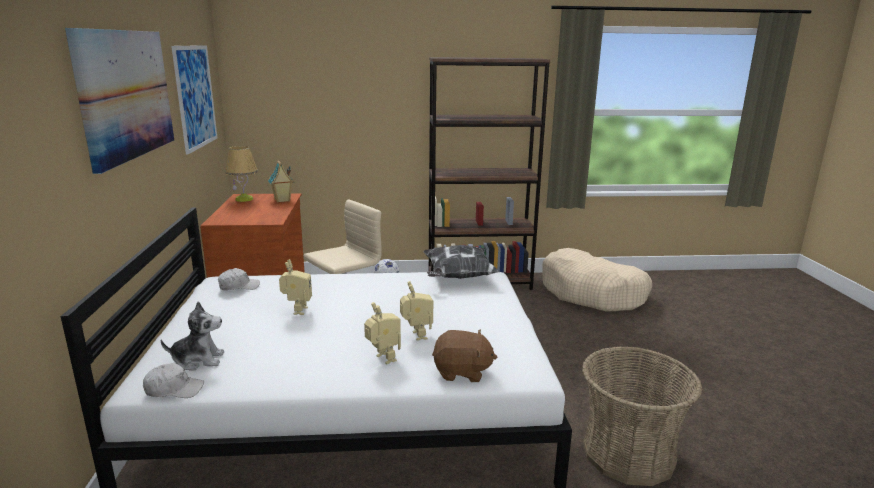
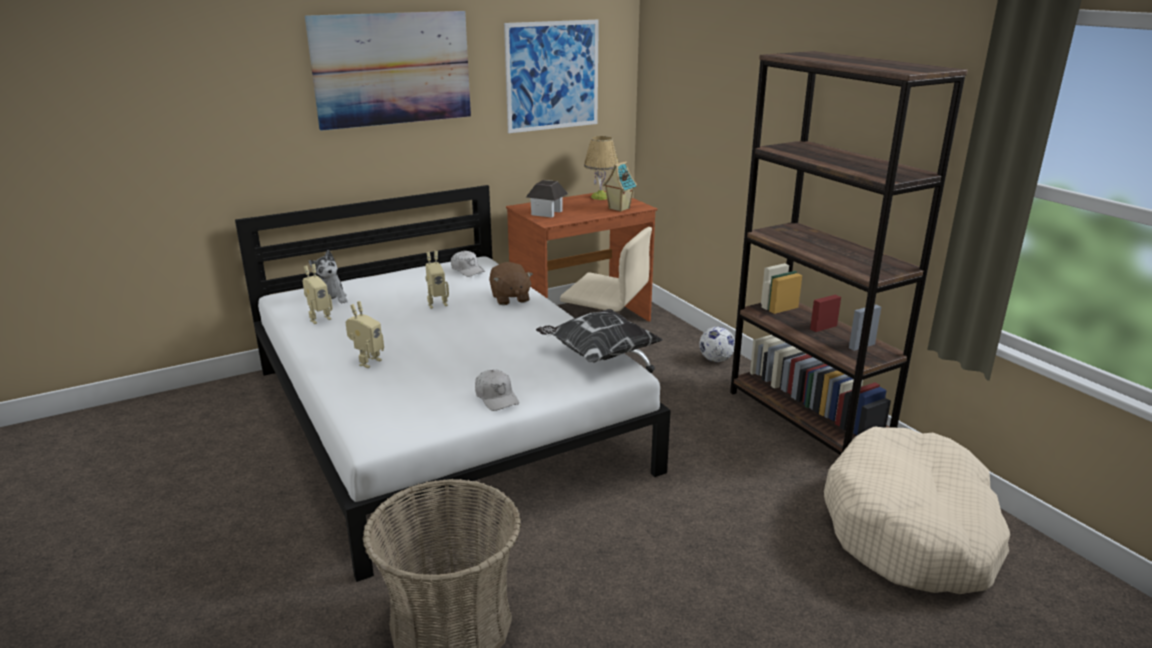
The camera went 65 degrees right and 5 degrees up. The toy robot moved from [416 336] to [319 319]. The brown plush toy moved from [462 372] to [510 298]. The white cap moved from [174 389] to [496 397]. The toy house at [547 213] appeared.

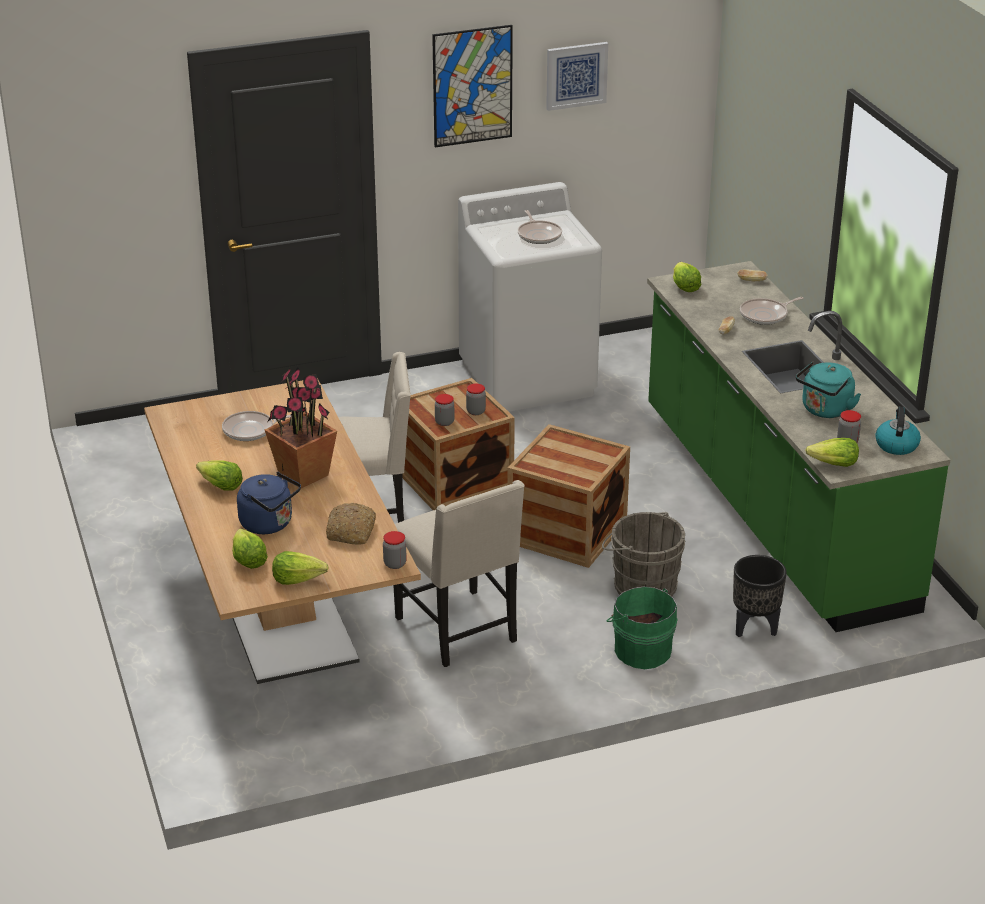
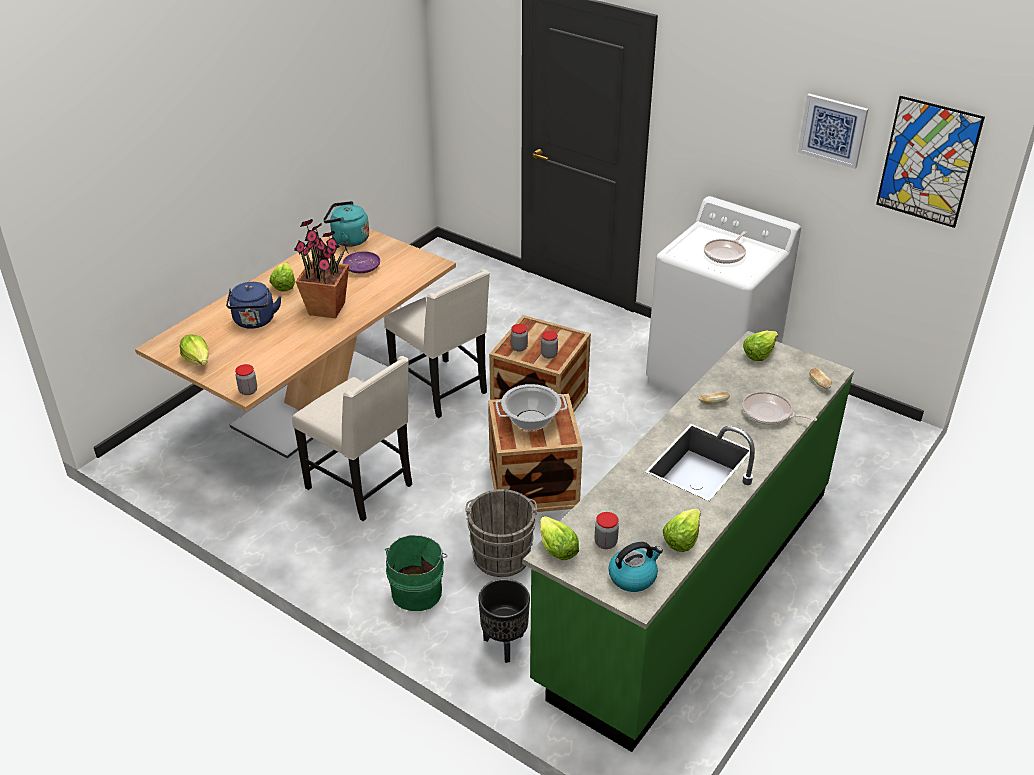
The camera went 55 degrees right and 5 degrees up. The picture moved from [472 86] to [928 162]. The turquoise kettle moved from [825 410] to [348 240]. The frying pan at [251 430] was replaced by the purple plate at [362 267]. The beige chair at [459 630] turned 75 degrees counterclockwise. The bread at [351 531] disappeared. The lettuce moved from [248 559] to [681 539]. The cooking pot at [530 421] appeared.

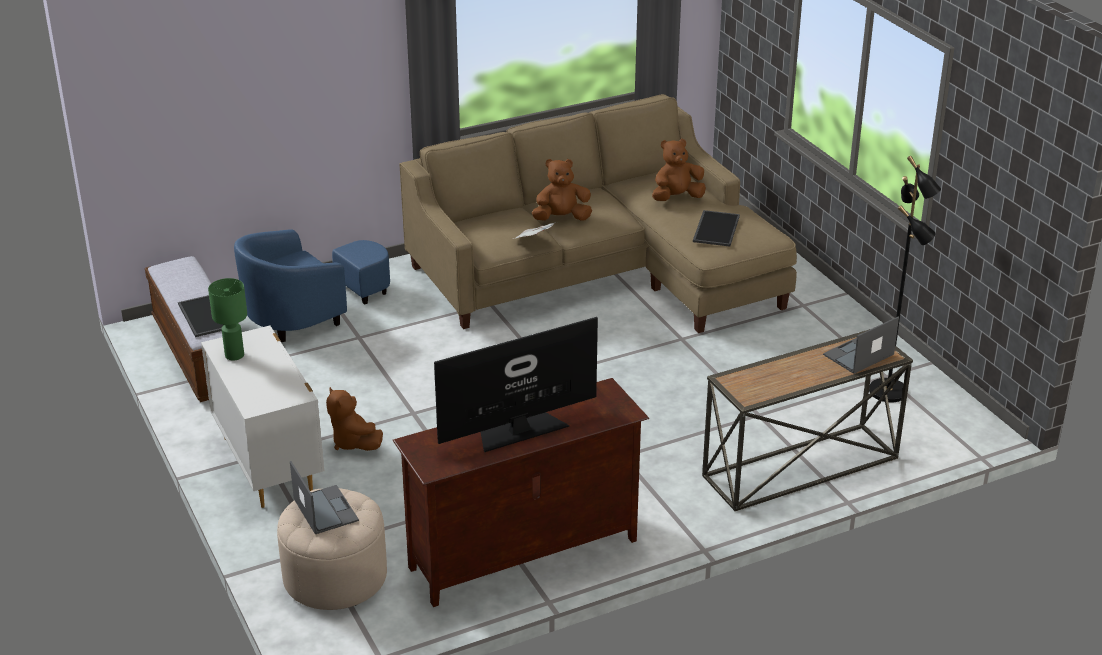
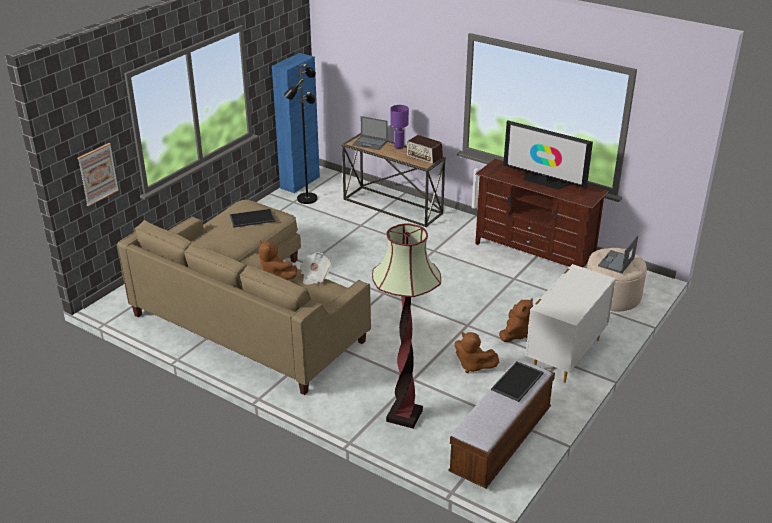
The camera went 120 degrees left and 0 degrees up. The brown plush toy moved from [676 198] to [473 366]. The blue armchair at [309 312] was replaced by the floor lamp at [404 416]. The green table lamp at [234 356] disappeared. The blue cabinet at [300 183] appeared. The purple table lamp at [399 146] appeared. The radio at [424 157] appeared. The picture at [97 174] appeared.

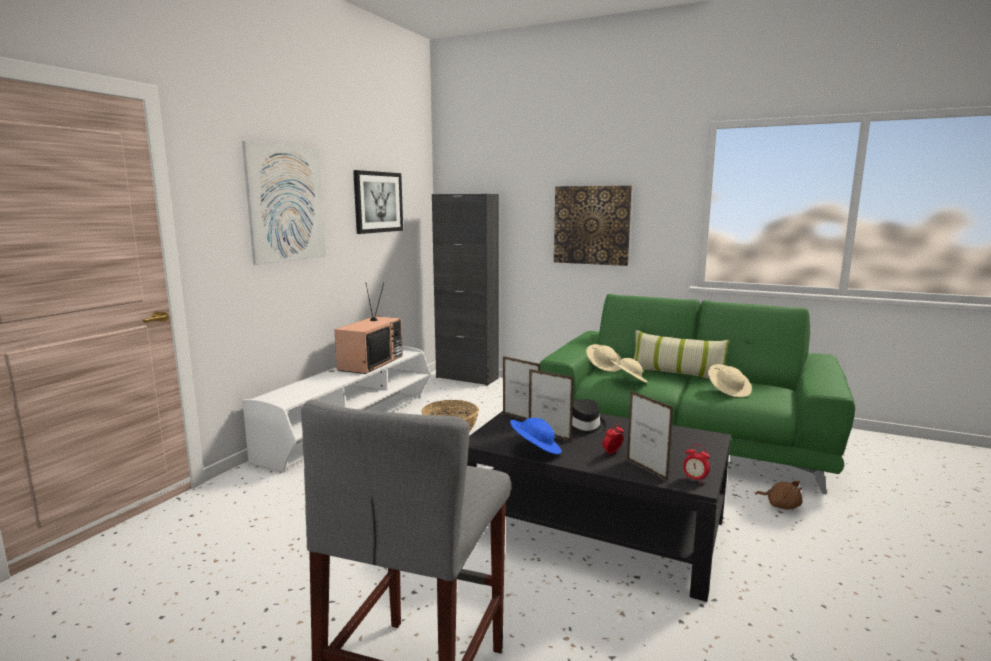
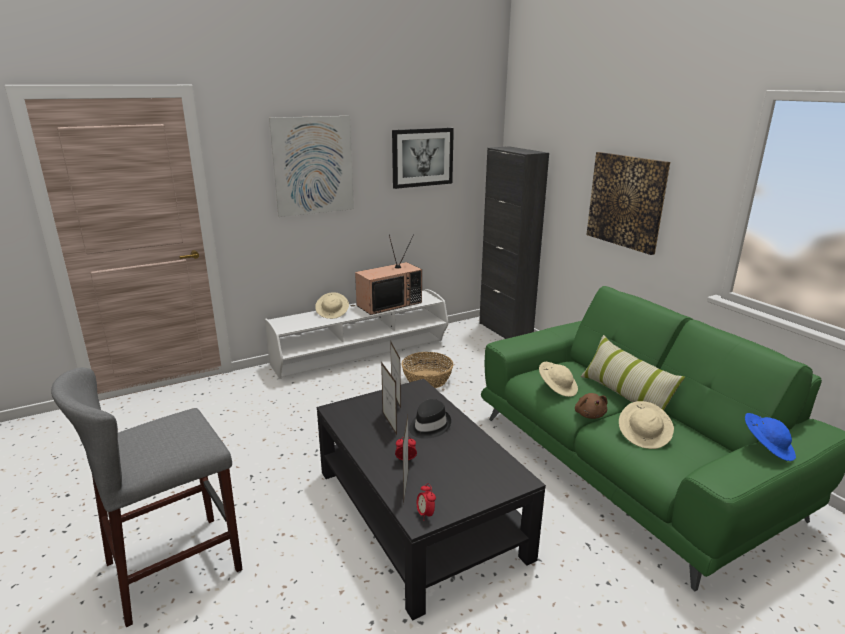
The camera went 35 degrees right and 10 degrees up. The beige hat moved from [604 367] to [332 313]. The blue hat moved from [535 449] to [766 447]. The brown plush toy moved from [781 505] to [589 414].

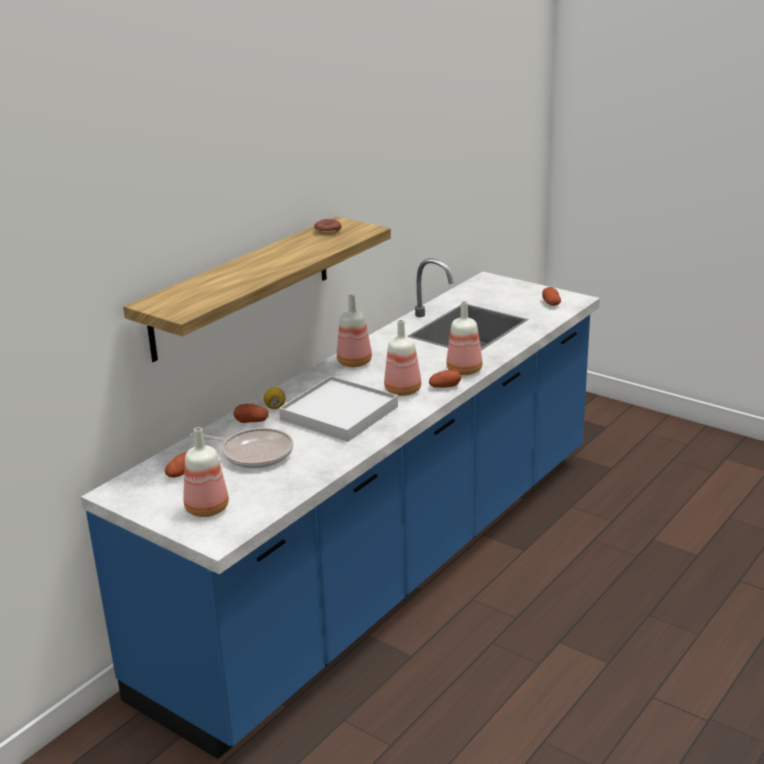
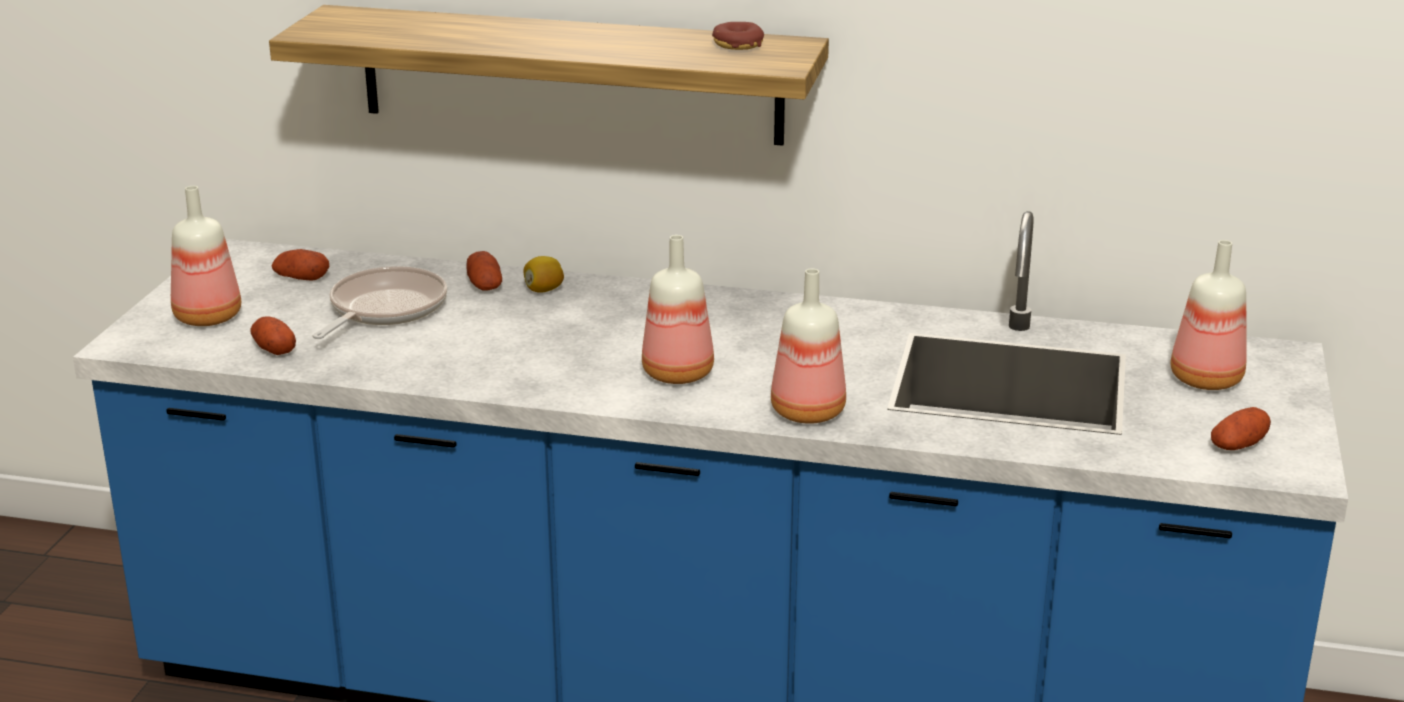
The camera went 65 degrees right and 0 degrees up. The bottle moved from [355 362] to [1206 381]. The potato moved from [445 387] to [274 349]. The white tray at [339 413] disappeared. The frying pan at [253 453] turned 150 degrees counterclockwise.

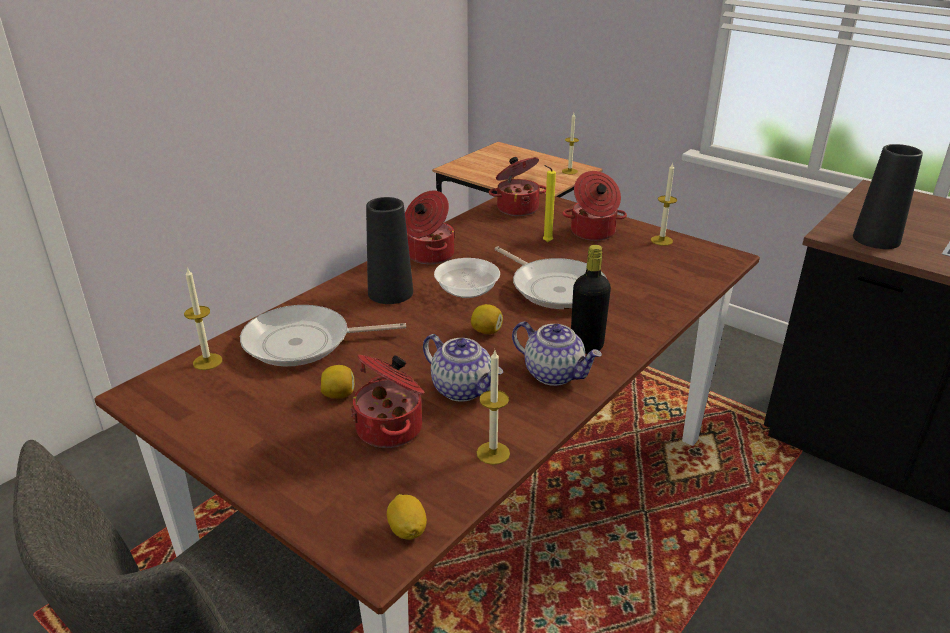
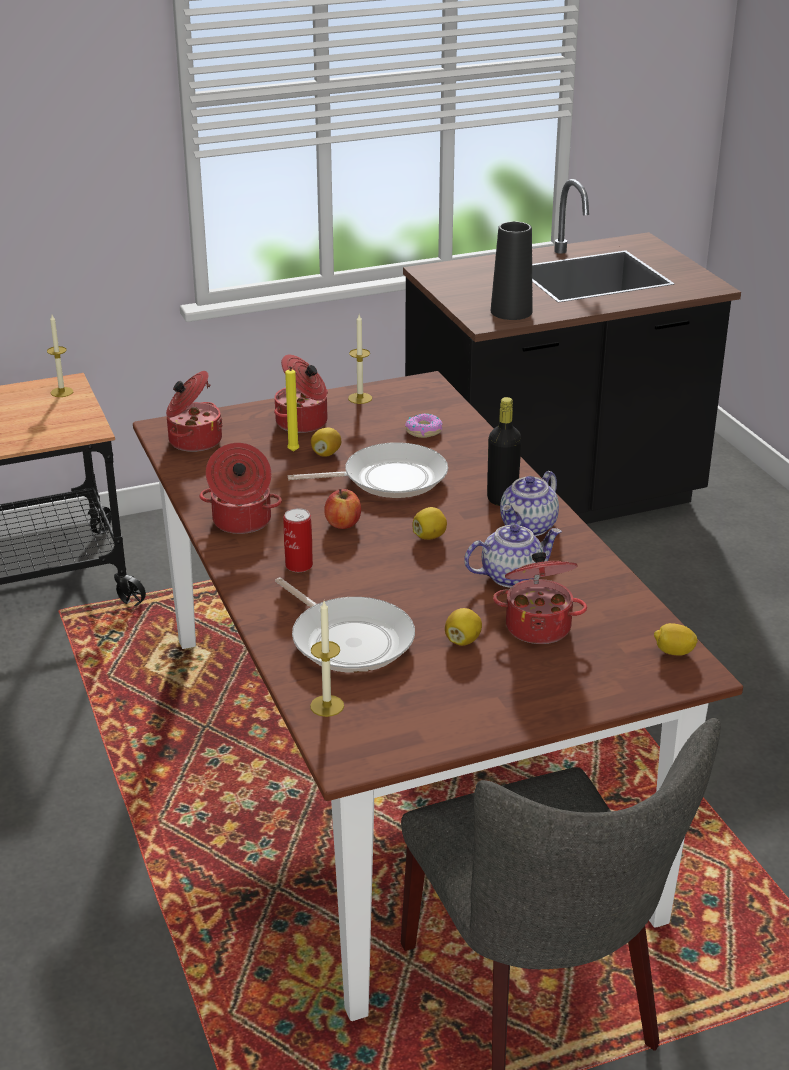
The camera went 60 degrees left and 0 degrees up. The black vase at [390 292] was replaced by the can at [299 565]. The bowl at [466 291] was replaced by the apple at [343 523]. The frying pan at [304 343] turned 60 degrees counterclockwise. The teapot at [554 374] turned 150 degrees clockwise. The candle at [493 453] disappeared. The donut at [423 431] appeared. The lemon at [326 454] appeared.

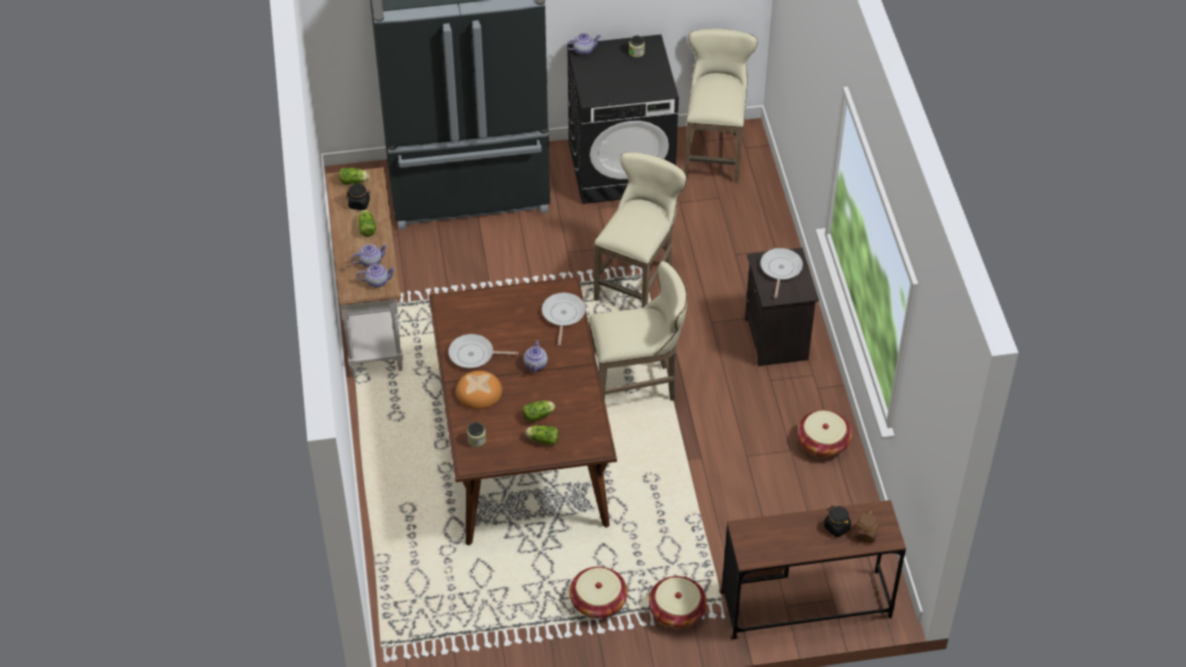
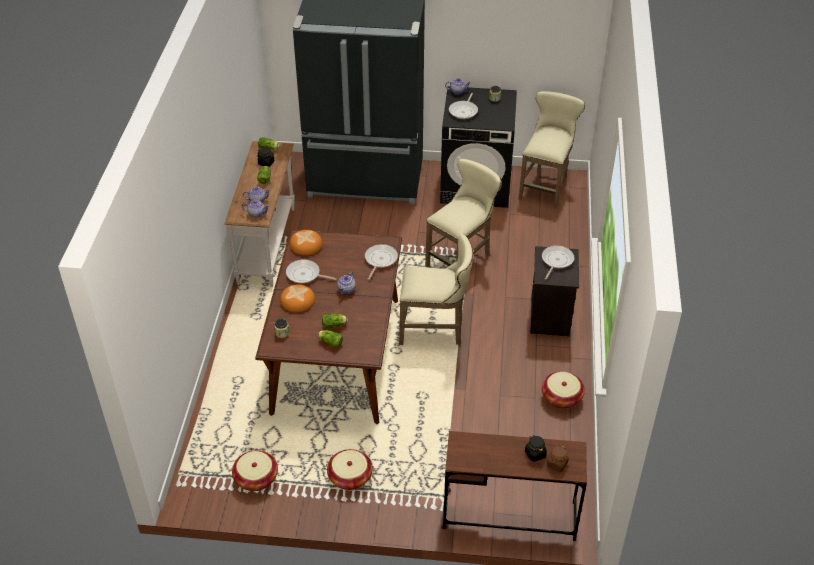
The camera went 15 degrees right and 5 degrees down. The basket moved from [677 611] to [256 478]. The frying pan at [464 111] appeared. The bread at [306 245] appeared.

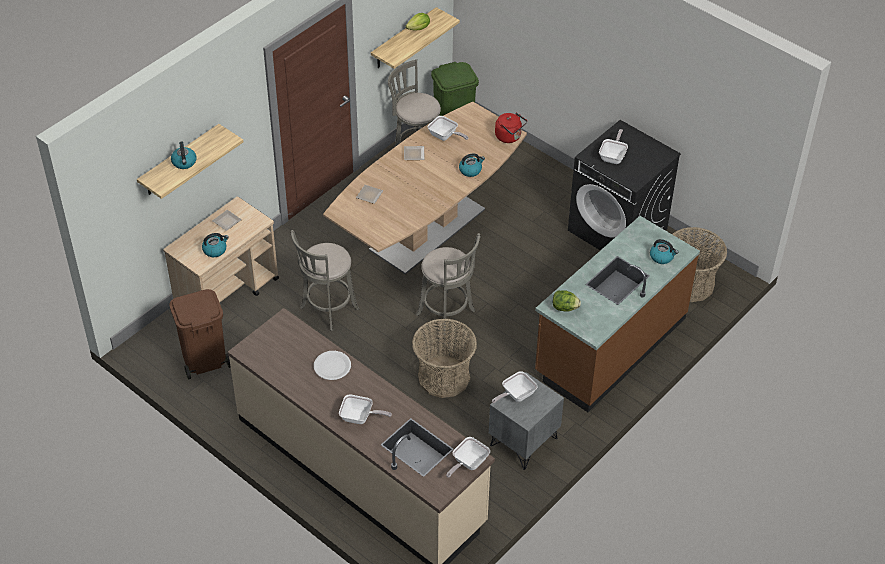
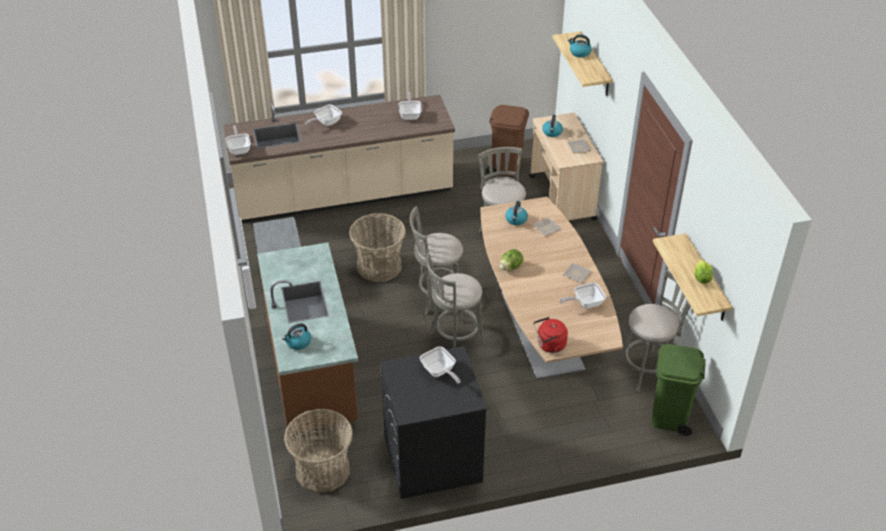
The camera went 125 degrees right and 5 degrees down. The kettle moved from [470 170] to [516 220]. The lettuce moved from [564 308] to [510 267]. The white plate at [332 366] disappeared. The frying pan moved from [516 395] to [410 115]. The grey stool at [454 340] appeared.

